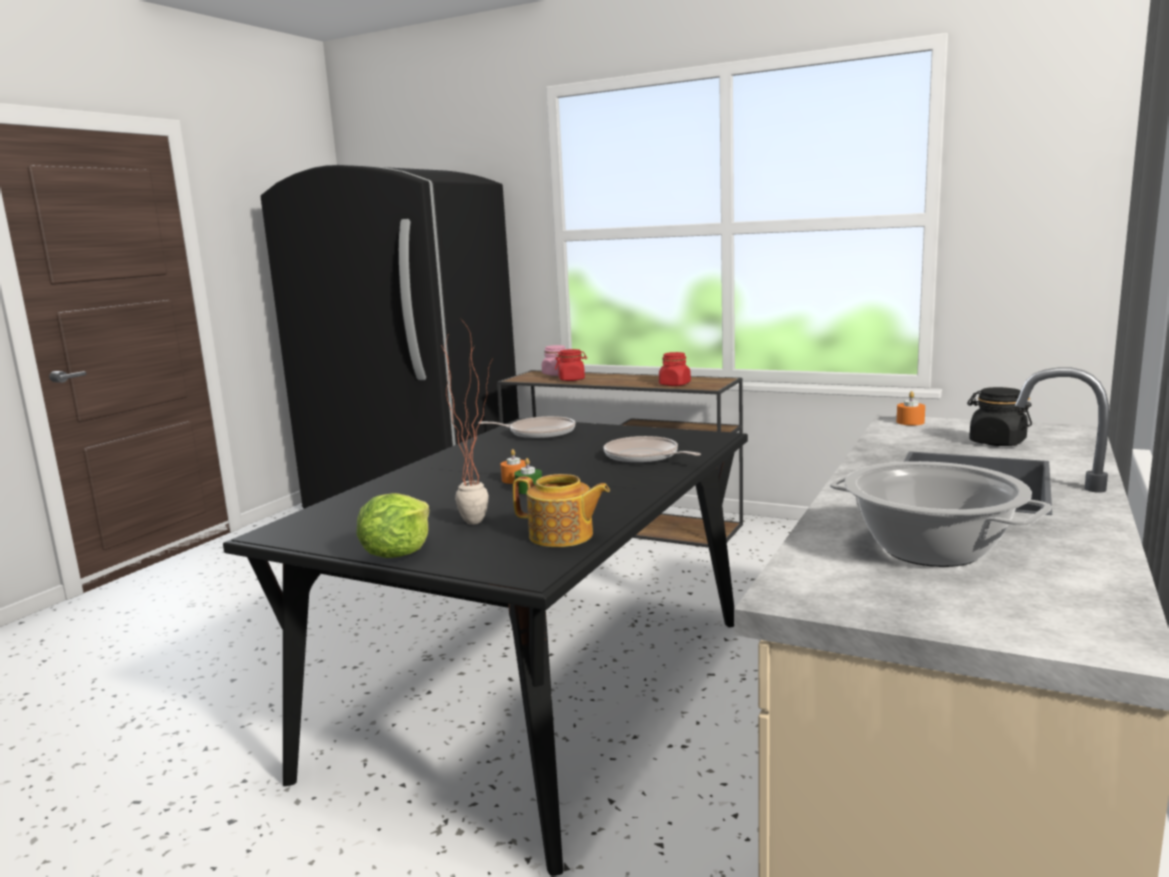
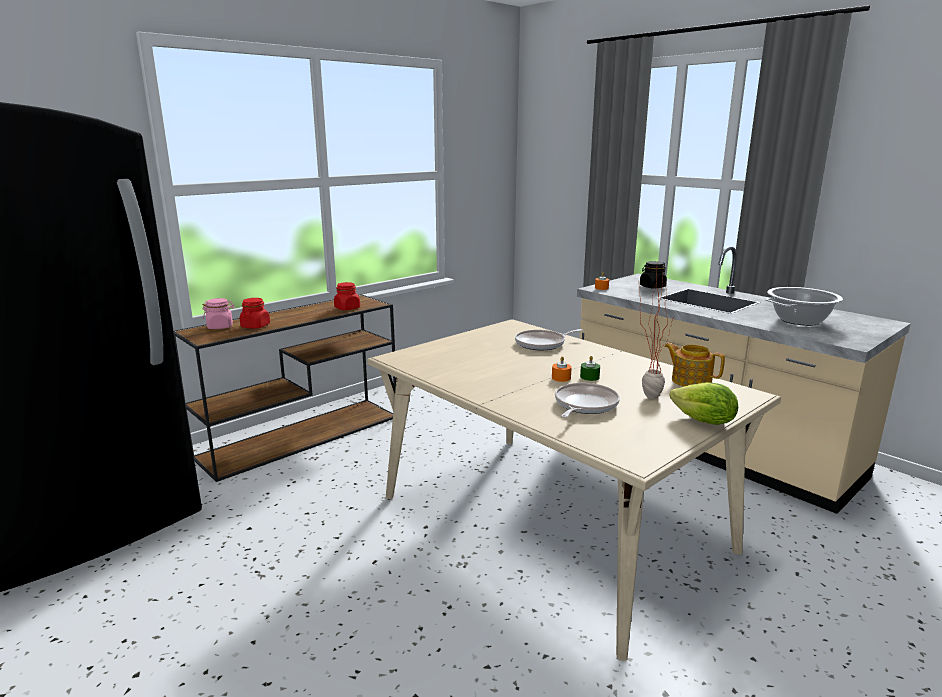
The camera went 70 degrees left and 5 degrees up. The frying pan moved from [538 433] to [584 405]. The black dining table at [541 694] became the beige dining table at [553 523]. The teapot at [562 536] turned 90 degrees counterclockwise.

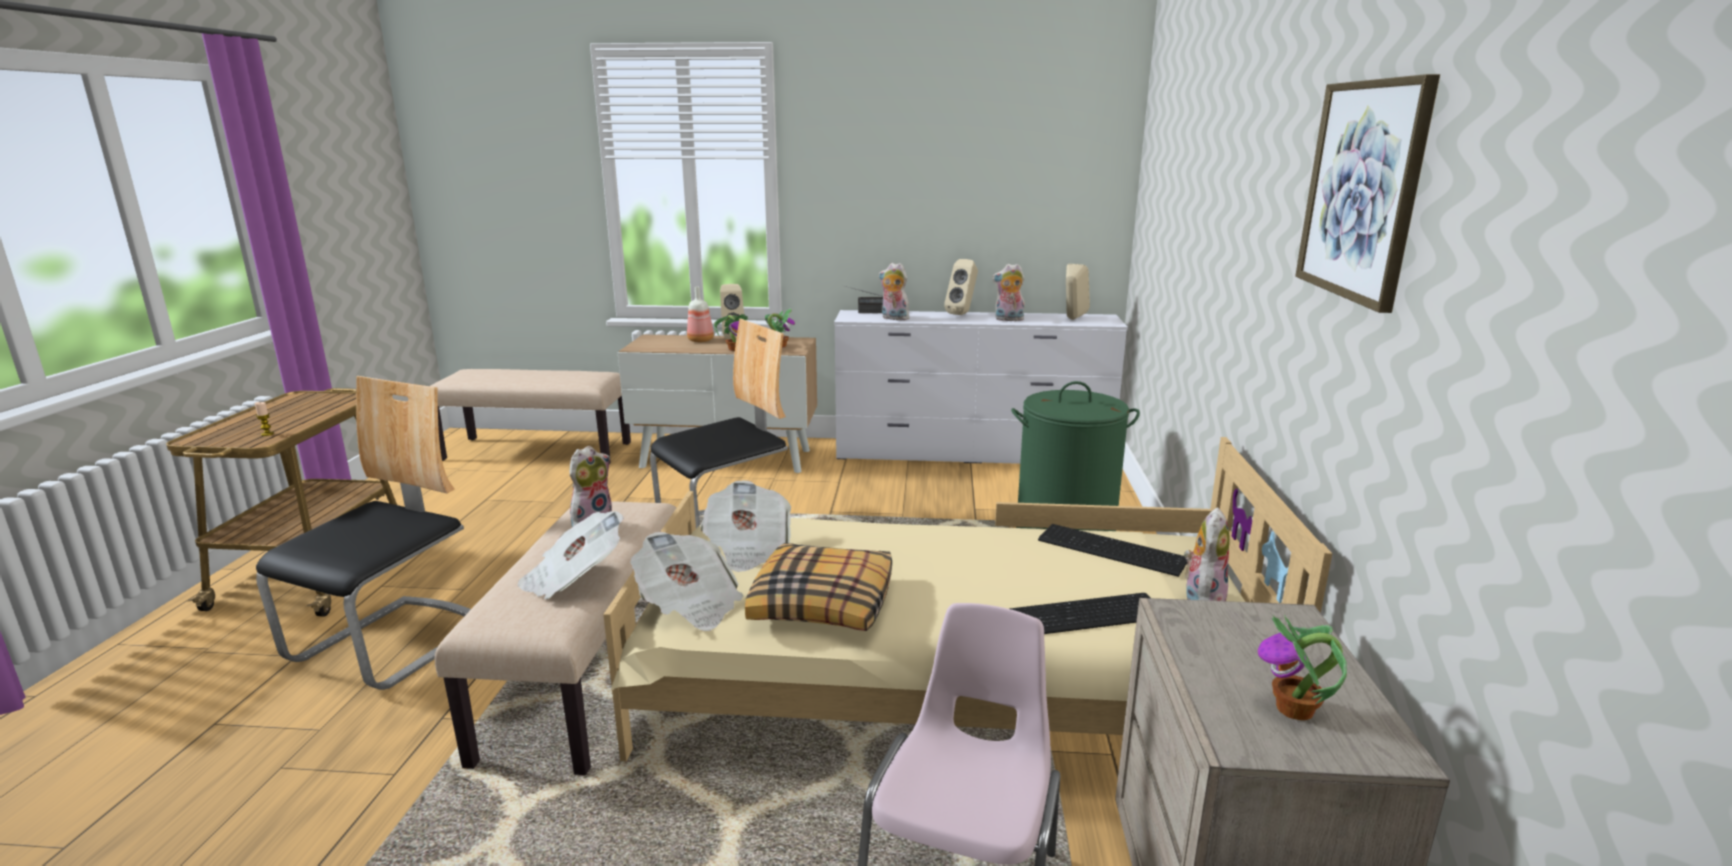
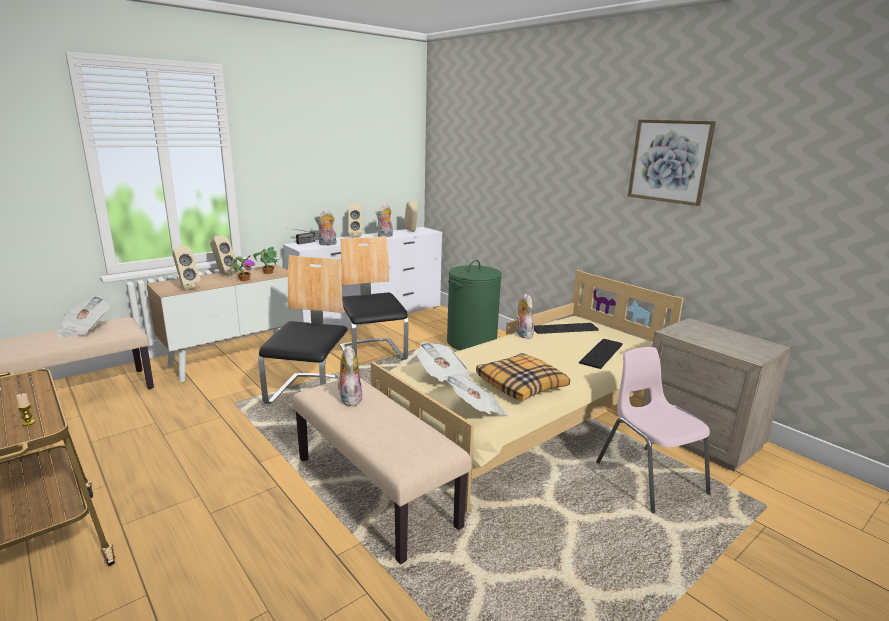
The camera went 45 degrees left and 0 degrees up. The bottle at [701 340] disappeared. The chair moved from [393 643] to [373 353]. The plush toy moved from [1201 599] to [522 334]. The newspaper moved from [573 579] to [84 329]. The potted plant at [1295 710] disappeared. The beige speaker at [187 287] appeared.

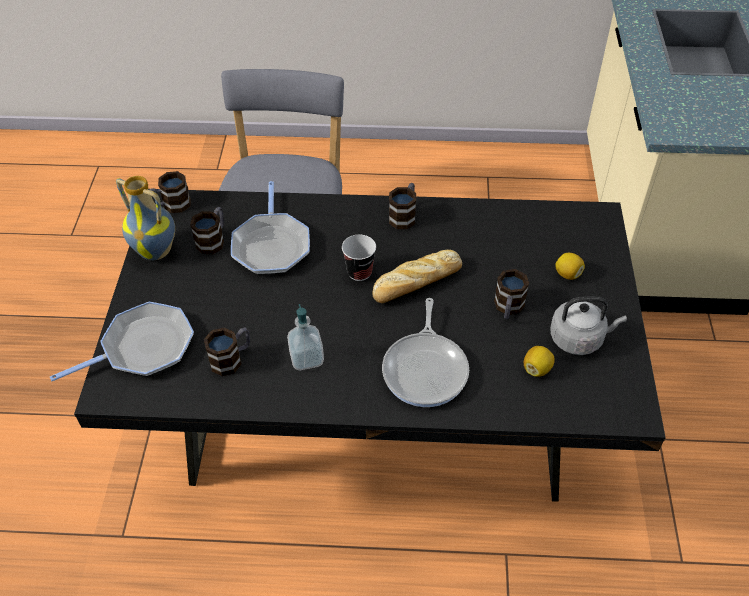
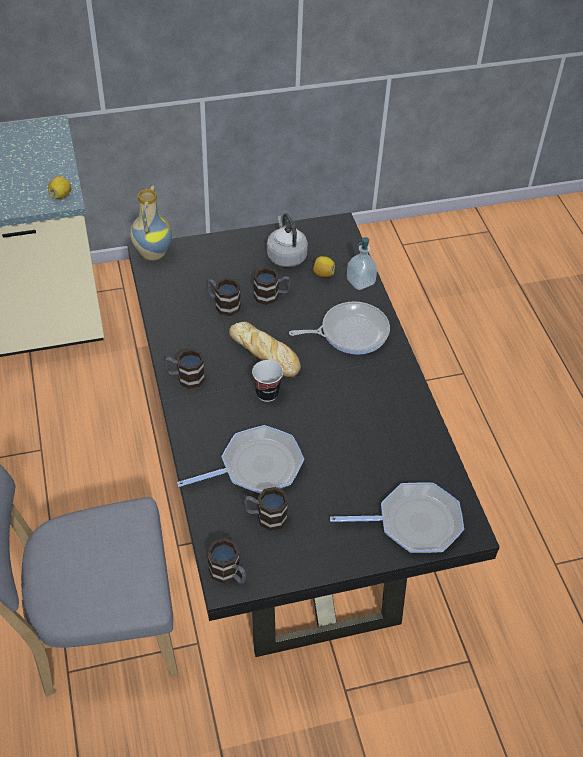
The camera went 110 degrees left and 0 degrees up. The vase moved from [157 250] to [152 253]. The lemon moved from [567 274] to [61 195]. The frying pan at [143 348] turned 135 degrees clockwise. The soap dispenser moved from [306 358] to [360 281]. The mug moved from [231 359] to [223 304].

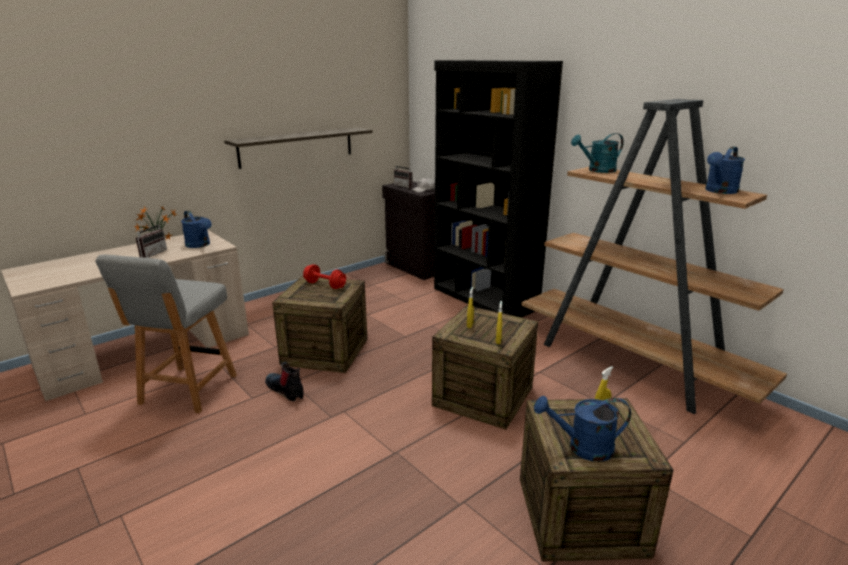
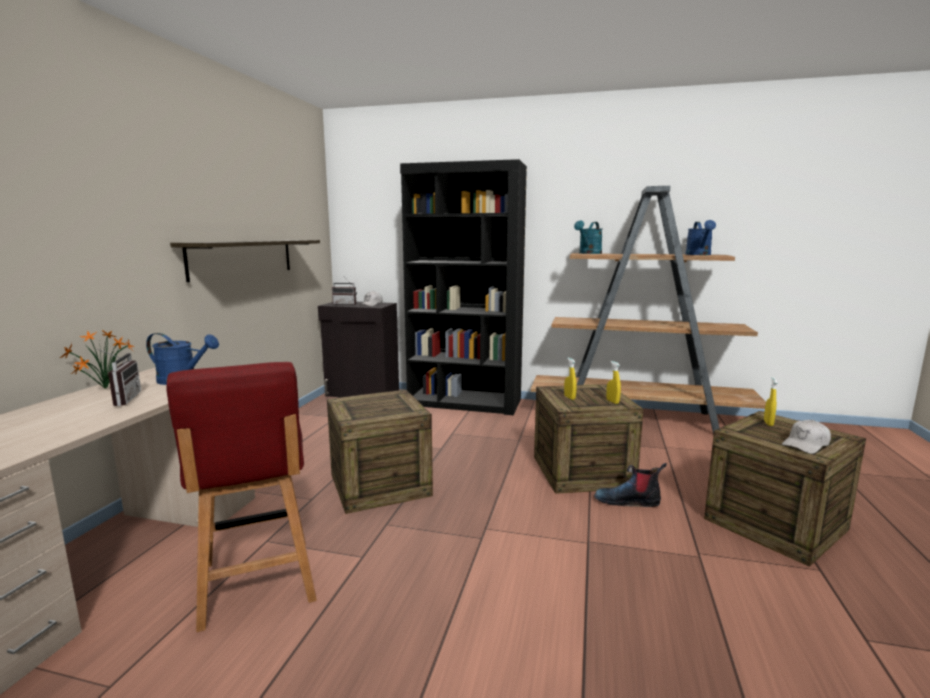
The camera went 35 degrees left and 10 degrees down. The grey chair at [187 390] became the red chair at [257 584]. The red dumbbell at [325 285] disappeared. The boot moved from [286 390] to [628 501]. The blue watering can at [582 447] was replaced by the white cap at [806 445].

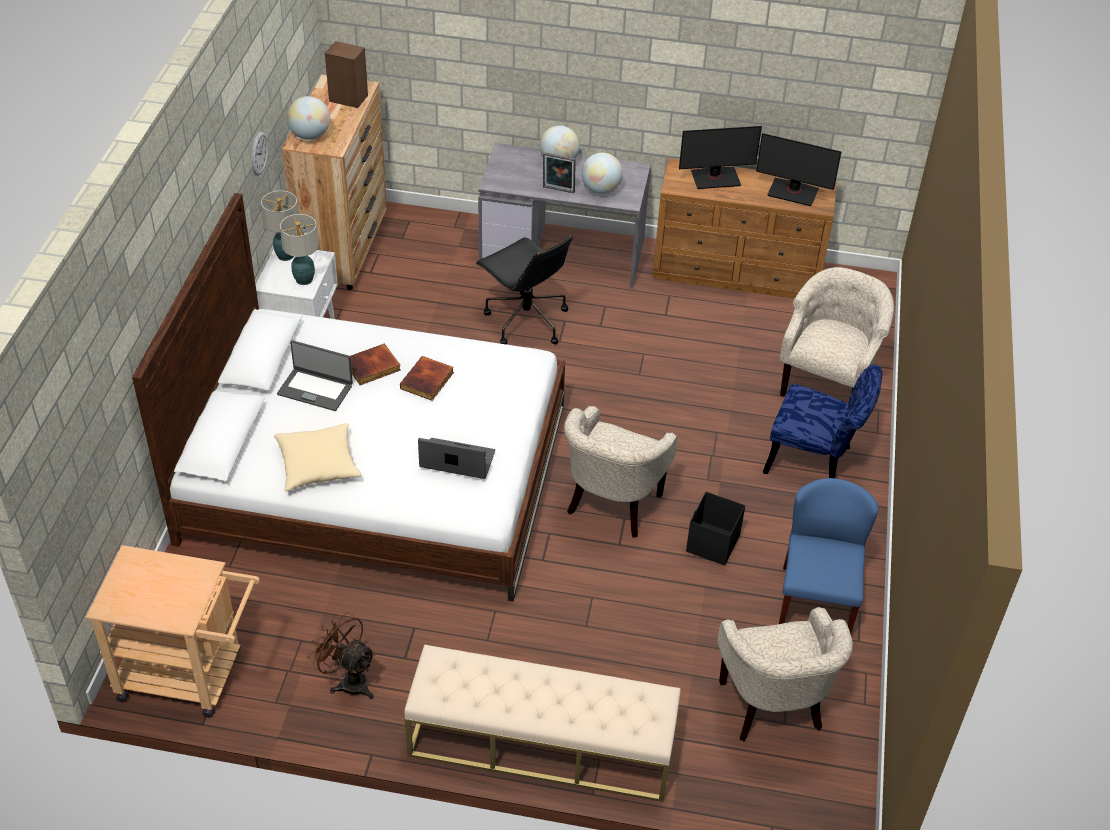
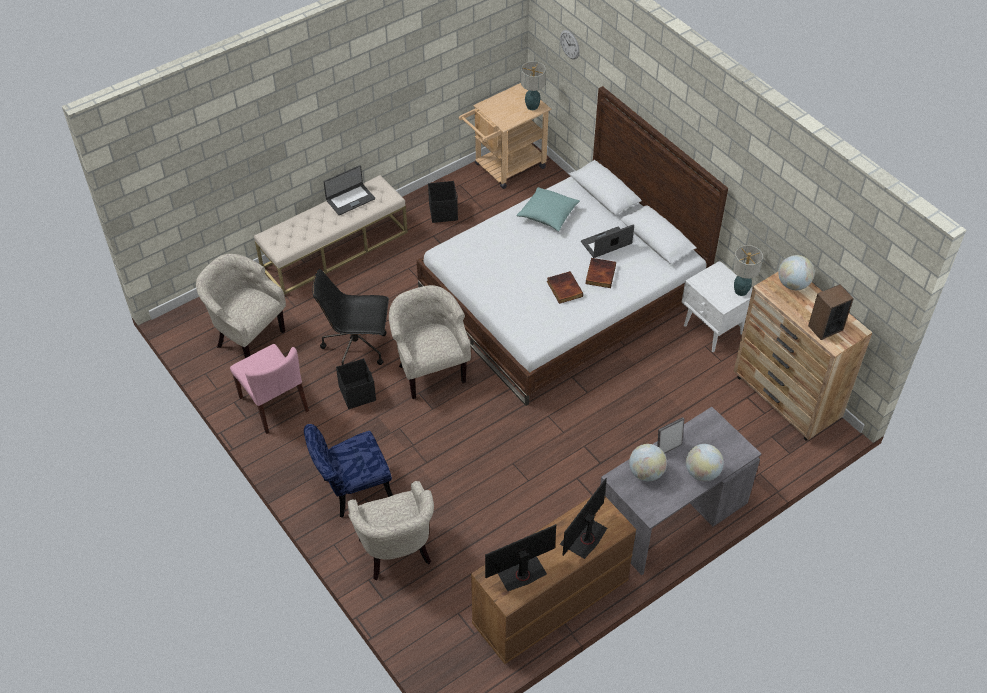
The camera went 135 degrees right and 5 degrees up. The wall clock moved from [259 153] to [569 44]. The table lamp moved from [304 279] to [532 106]. The black office chair moved from [525 320] to [357 348]. The beige pillow at [318 465] became the turquoise pillow at [548 215]. The laptop moved from [457 460] to [350 199]. The blue chair at [815 602] became the pink chair at [274 404]. The brown fan at [348 680] was replaced by the black storage box at [443 212].

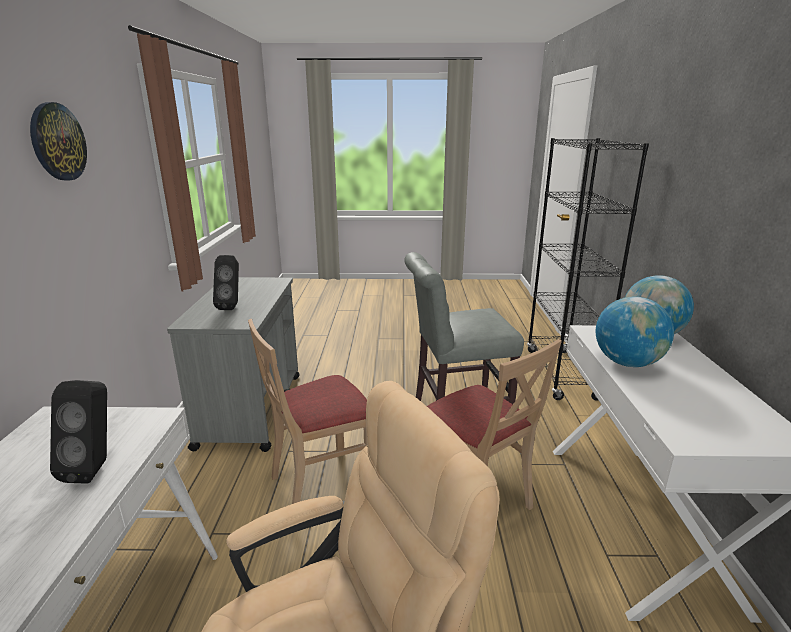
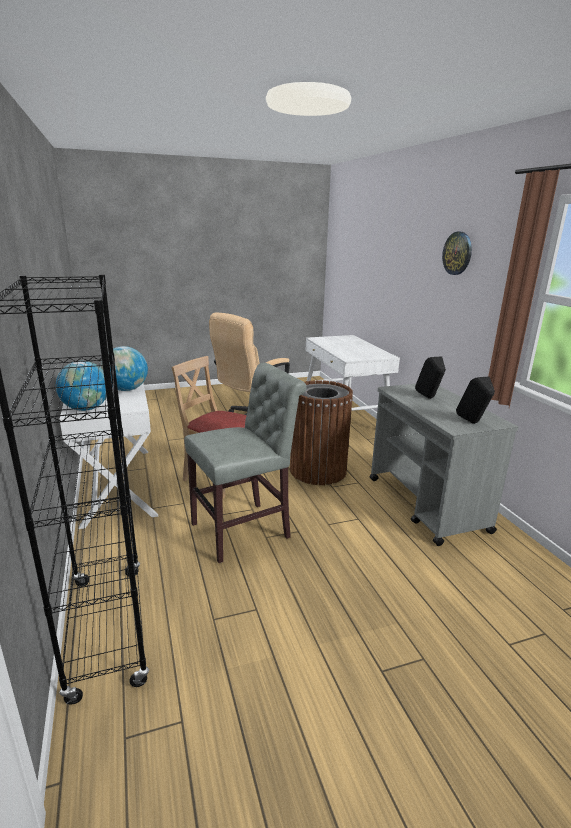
The camera went 160 degrees right and 0 degrees up. The beige chair at [321 483] was replaced by the brown trash can at [318 471]. The black speaker moved from [96 467] to [473 423].

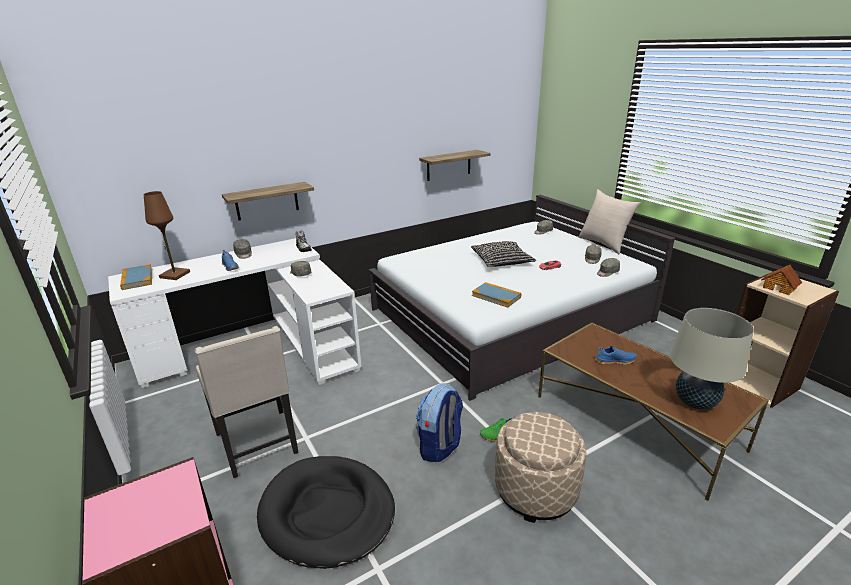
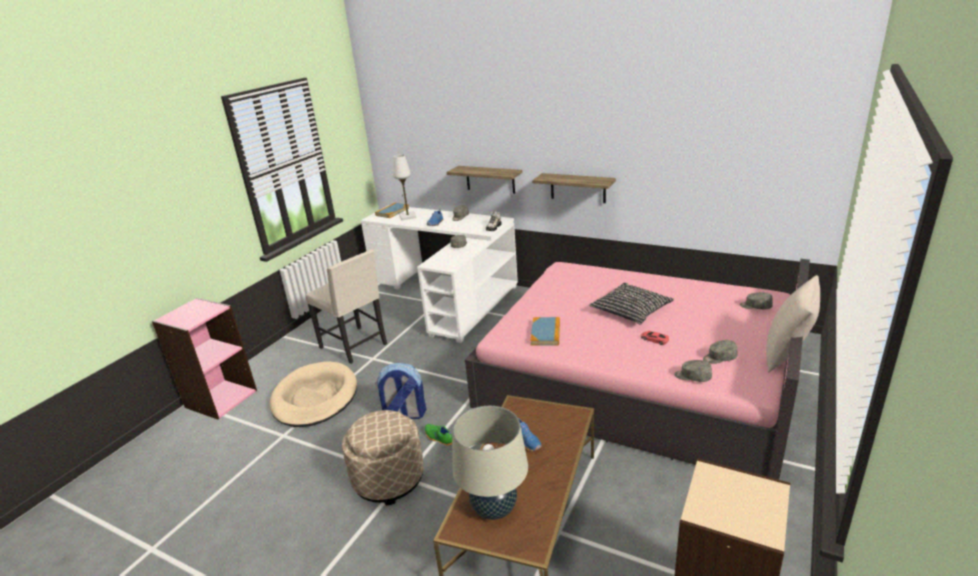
The camera went 60 degrees right and 0 degrees up. The shelf moved from [449 165] to [578 188]. The brown table lamp at [175 275] became the white table lamp at [407 217]. The white bed at [510 315] became the pink bed at [638 378]. The toy house at [779 288] disappeared. The beige chair at [259 444] turned 75 degrees counterclockwise. The black dog bed at [327 513] became the beige dog bed at [315 398].

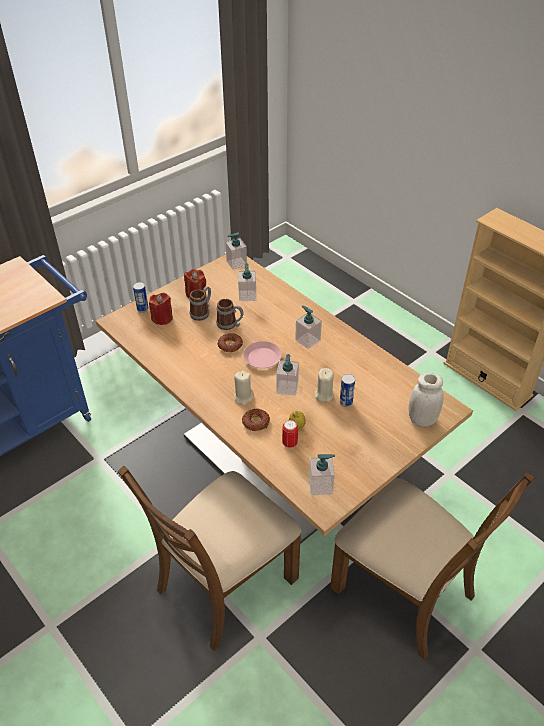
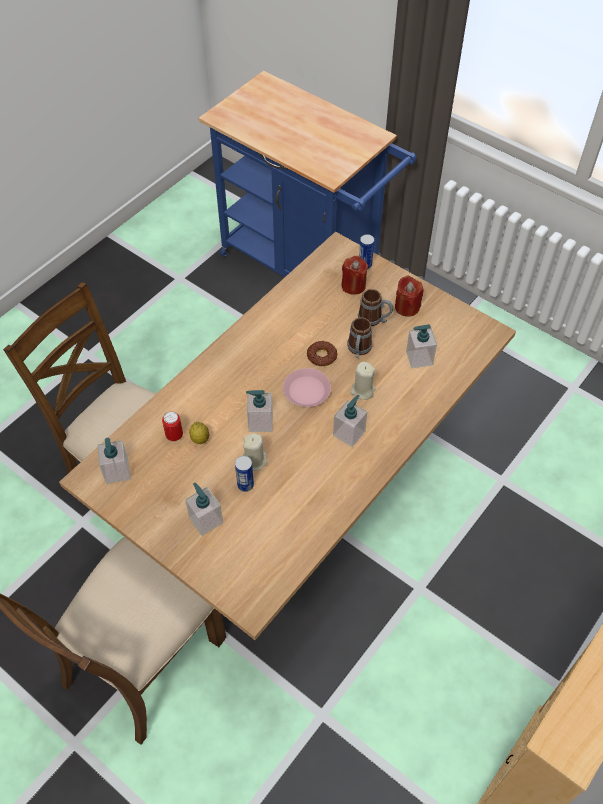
The camera went 80 degrees right and 10 degrees up. The soap dispenser moved from [236 263] to [206 520]. The beige candle moved from [243 397] to [362 390]. The white jar at [422 419] disappeared. The donut at [256 422] disappeared.

